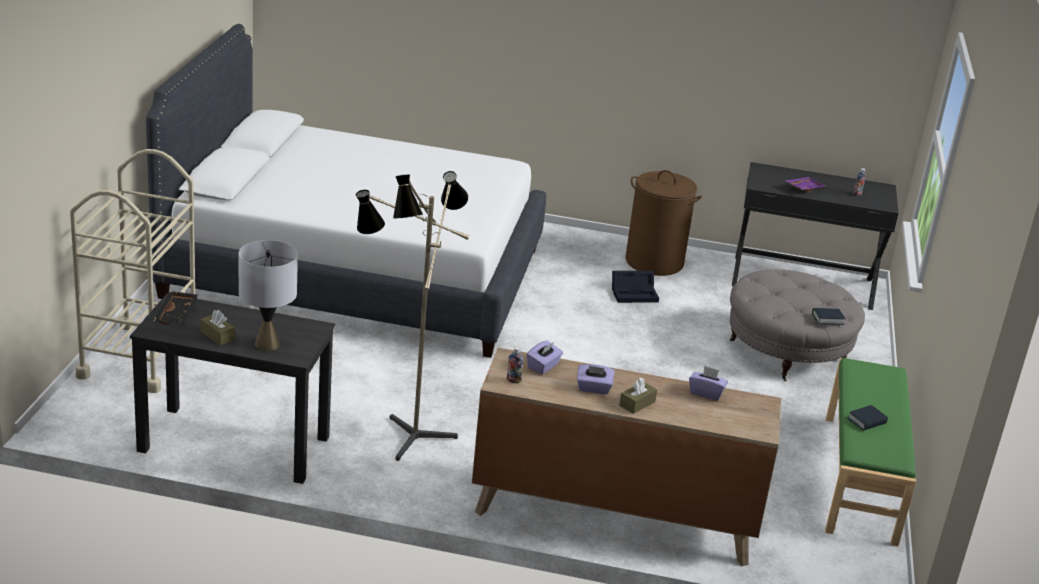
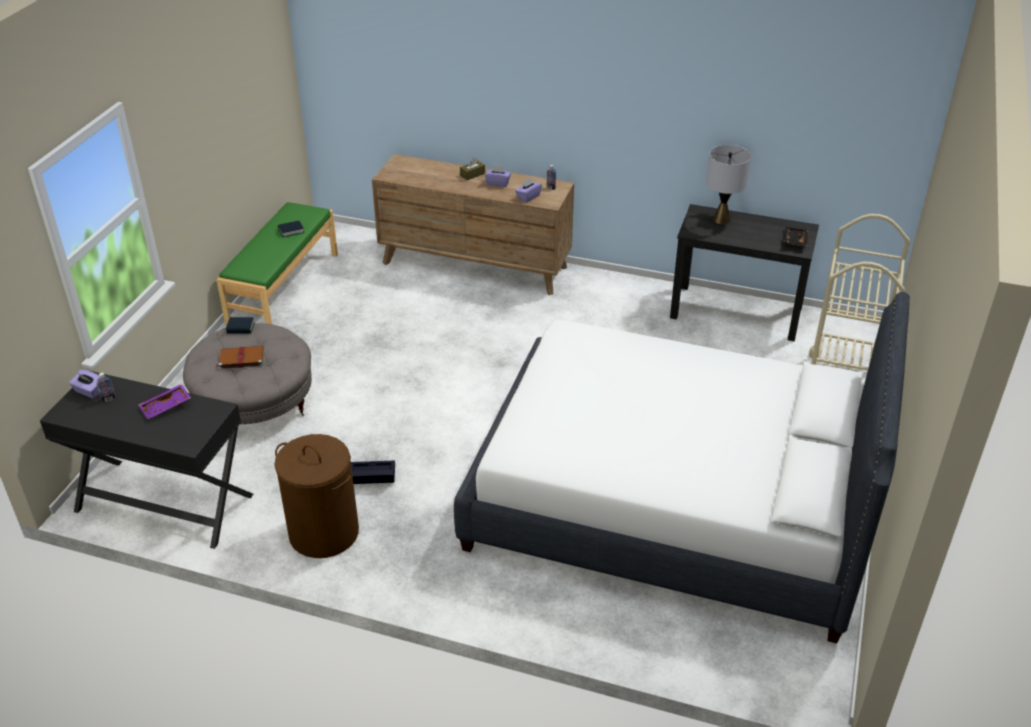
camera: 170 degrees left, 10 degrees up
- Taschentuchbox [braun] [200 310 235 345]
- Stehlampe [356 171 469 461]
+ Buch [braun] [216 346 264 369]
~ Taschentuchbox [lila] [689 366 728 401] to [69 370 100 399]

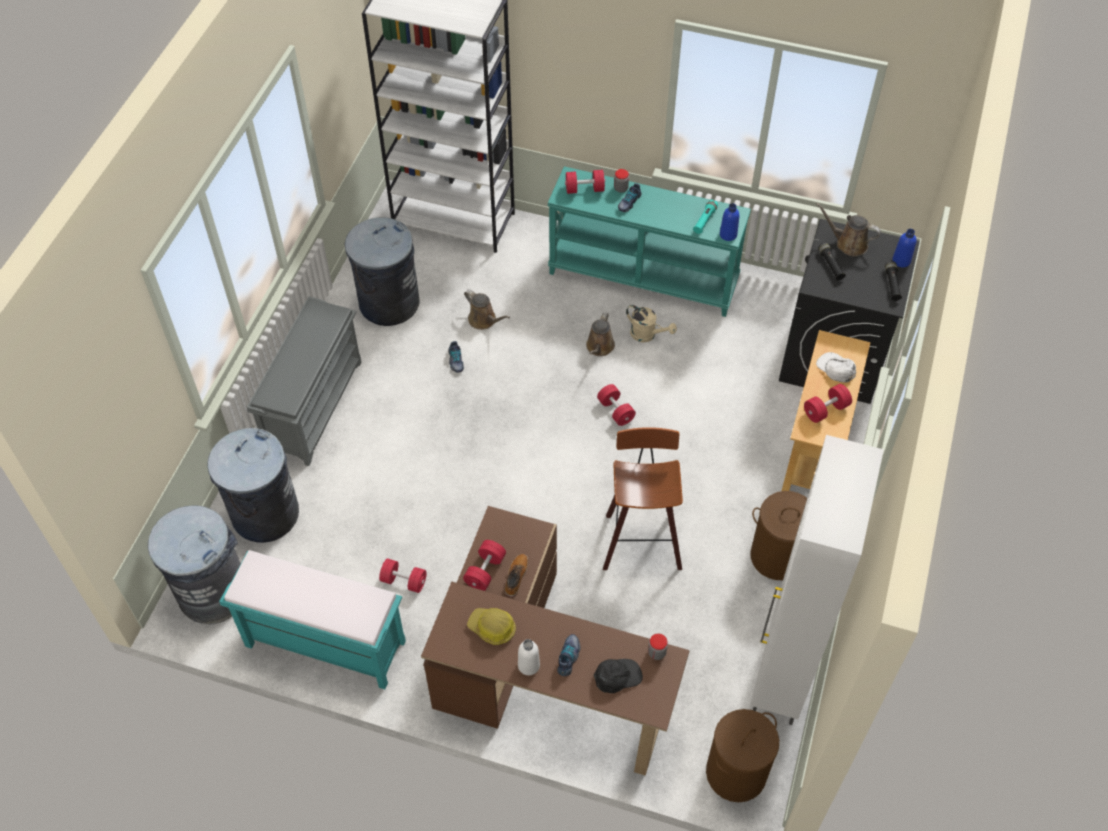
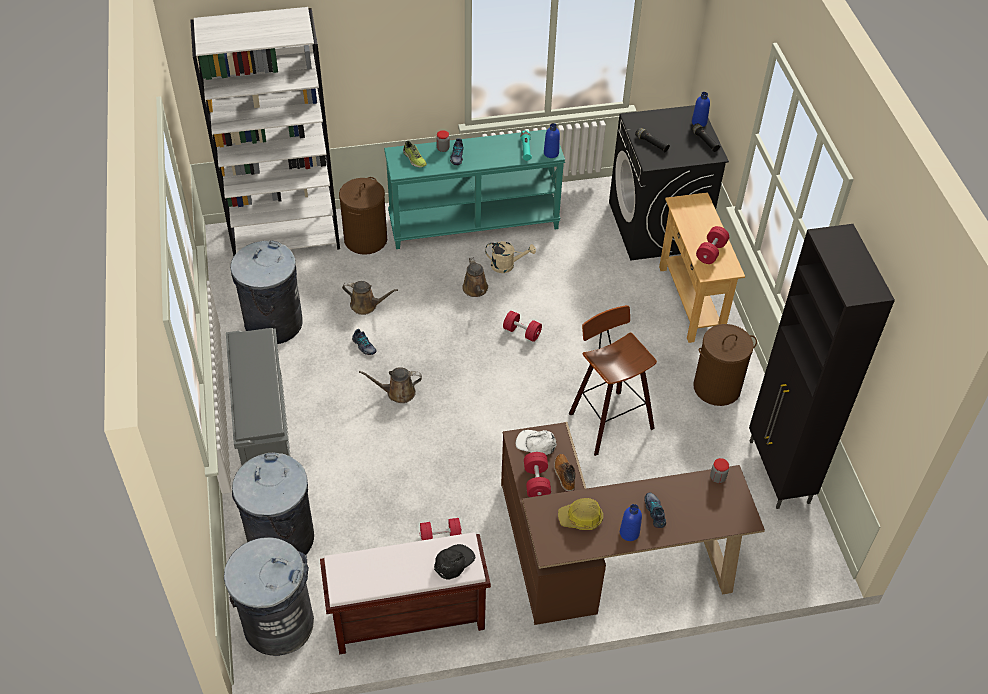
camera: 30 degrees left, 5 degrees down
~ Kappe [schwarz] [594 659 643 693] to [434 544 475 579]
~ Wäschekorb [braun] [706 709 779 802] to [339 177 387 255]
~ Gießkanne [braun] [816 203 881 256] to [359 367 422 403]
~ Kappe [weiß] [816 352 856 383] to [515 430 557 455]
~ Hantel [rot] [565 170 605 194] to Schuh [403 141 427 167]
~ Bank [türkis] [219 550 406 689] to Bank [braun] [320 532 491 655]
~ Flasche [weiß] [518 639 540 676] to Flasche [blau] [620 504 642 541]
~ Schrank [weiß] [750 435 884 725] to Schrank [schwarz] [749 224 895 509]

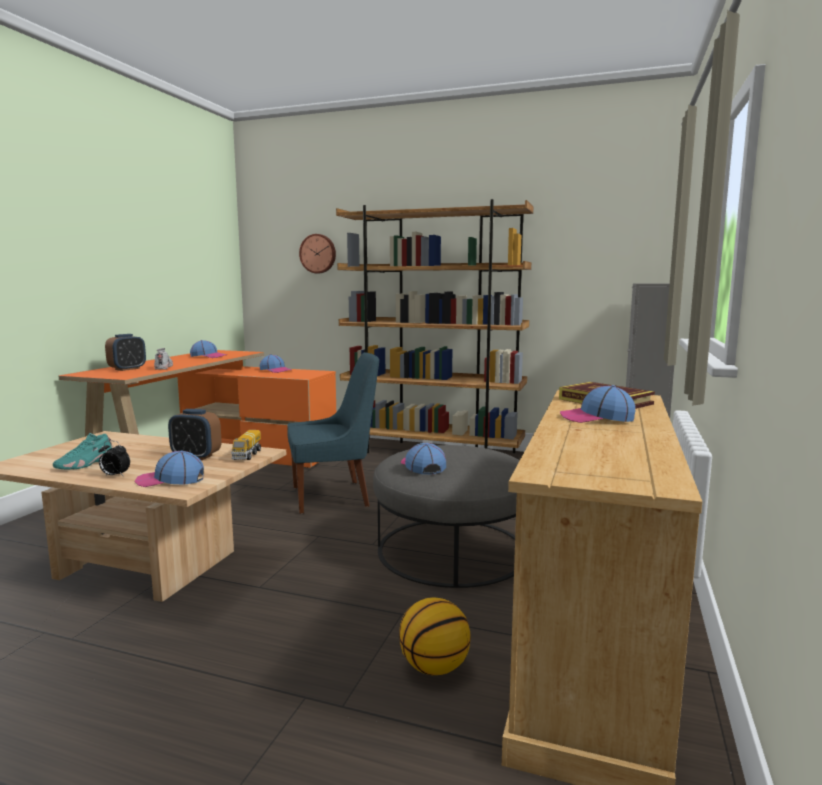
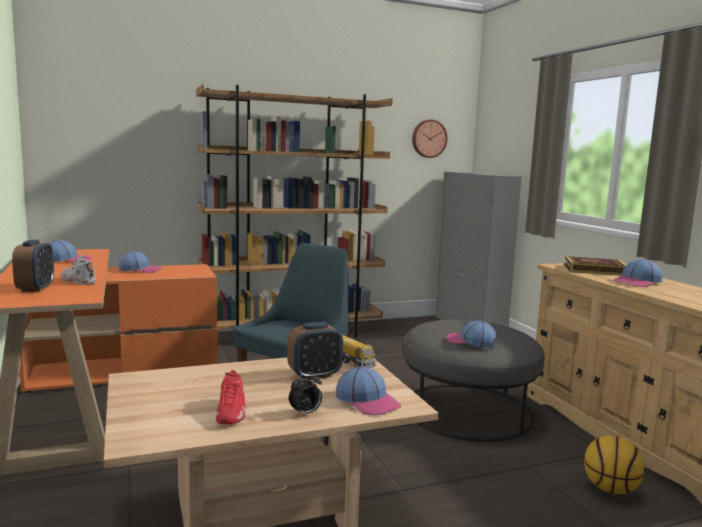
camera: 40 degrees left, 0 degrees up
~ Wanduhr [299 234 336 273] to [412 120 448 158]
~ Schuh [türkis] [53 433 112 469] to Schuh [rot] [216 370 246 424]
~ Kappe [134 451 204 487] = [336 366 401 415] 90 degrees counterclockwise

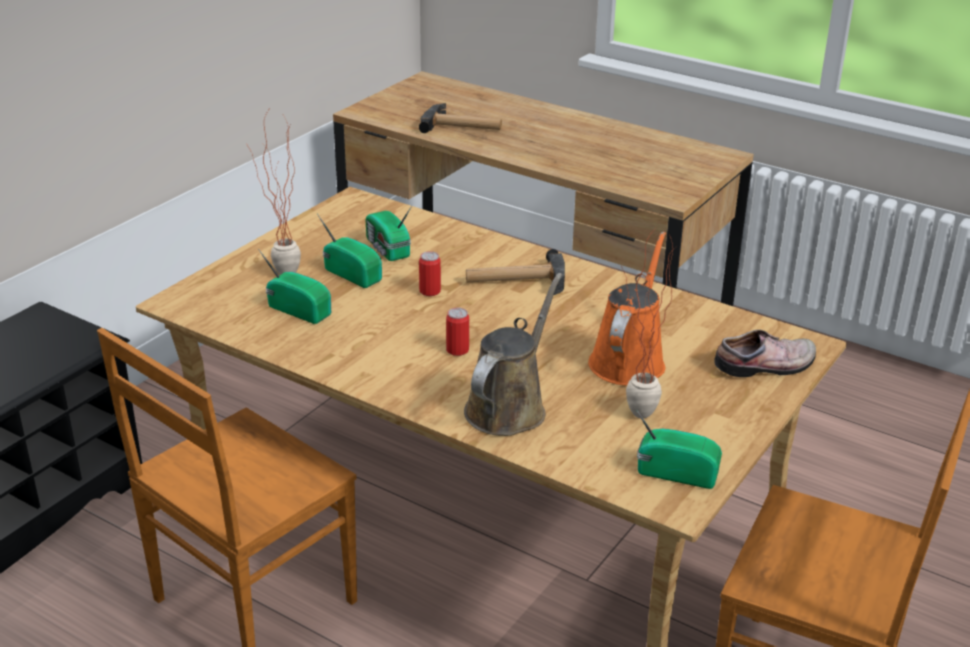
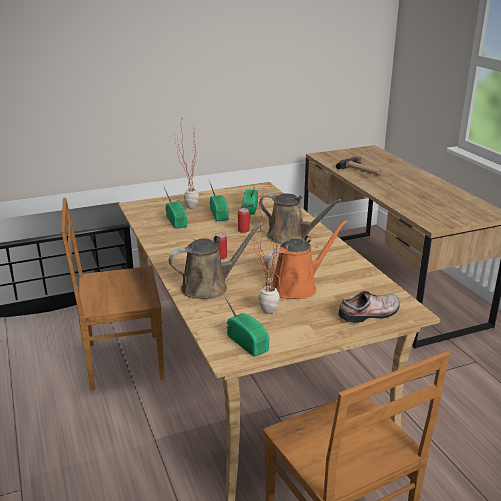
camera: 35 degrees right, 5 degrees down
~ Hammer [466 249 565 295] to Gießkanne [braun] [259 193 343 244]
~ Schuh [714 329 816 377] = [338 291 400 323] 45 degrees counterclockwise

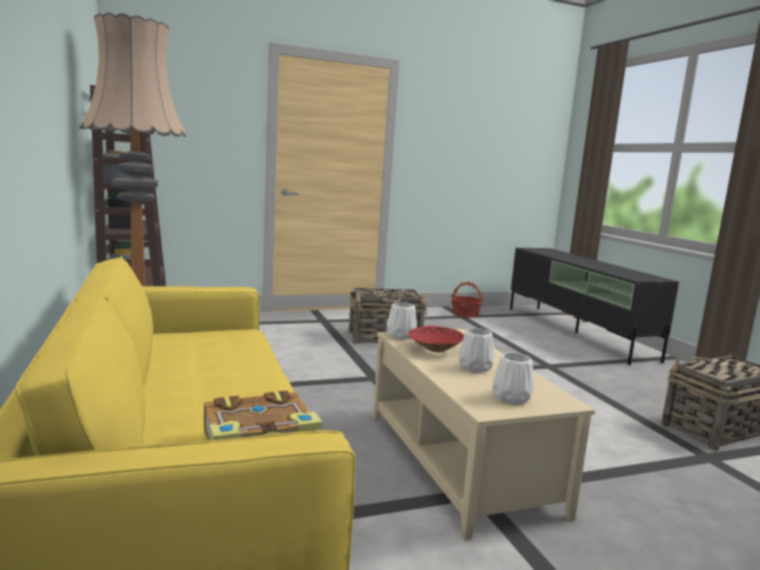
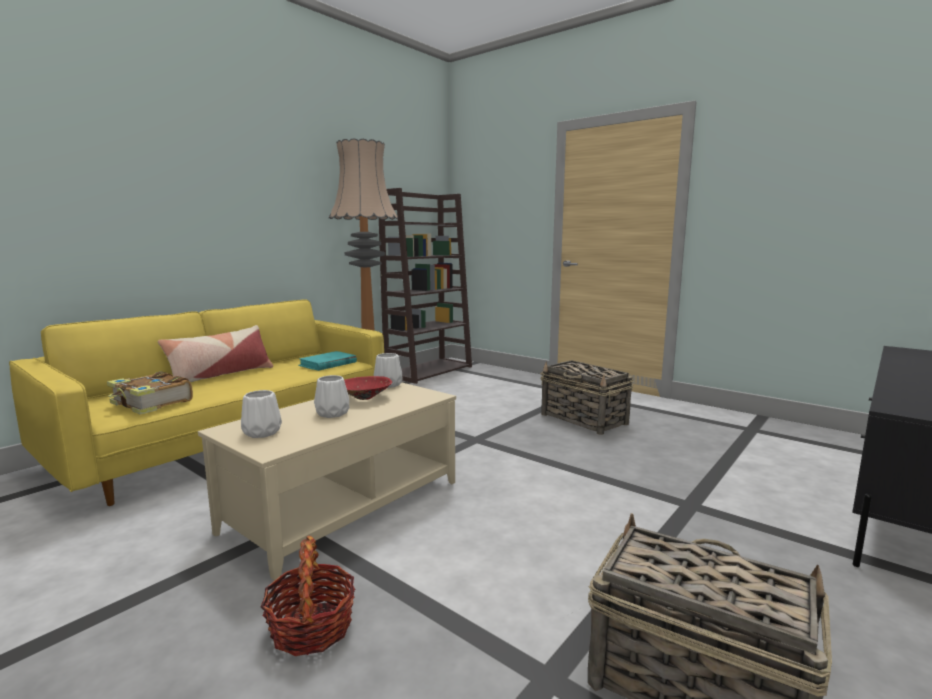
camera: 60 degrees right, 0 degrees up
+ Kissen [158 325 273 382]
+ Buch [türkis] [298 351 357 371]
~ Korb [451 282 483 317] to [261 536 355 656]

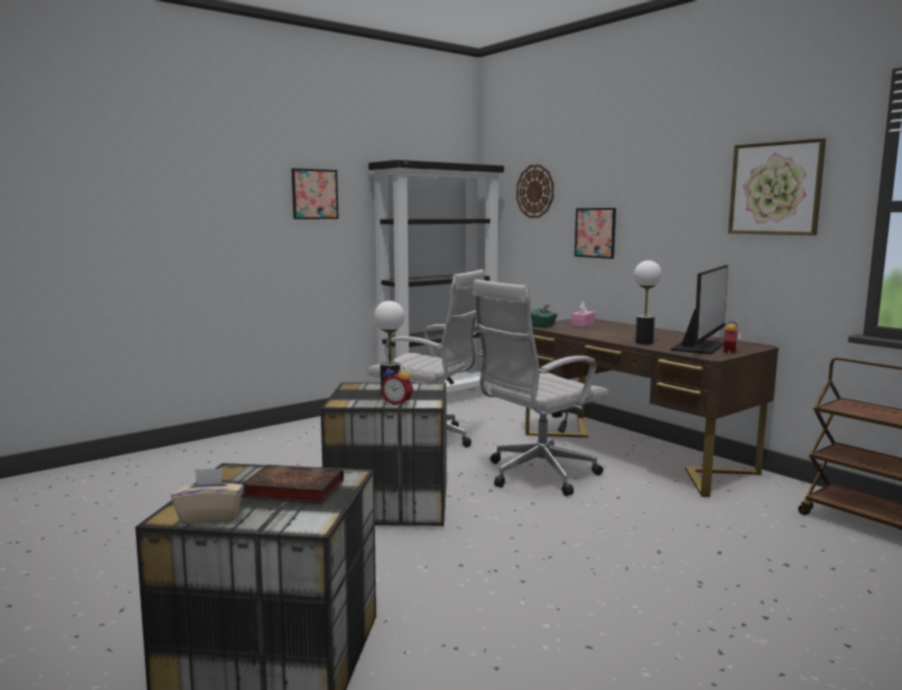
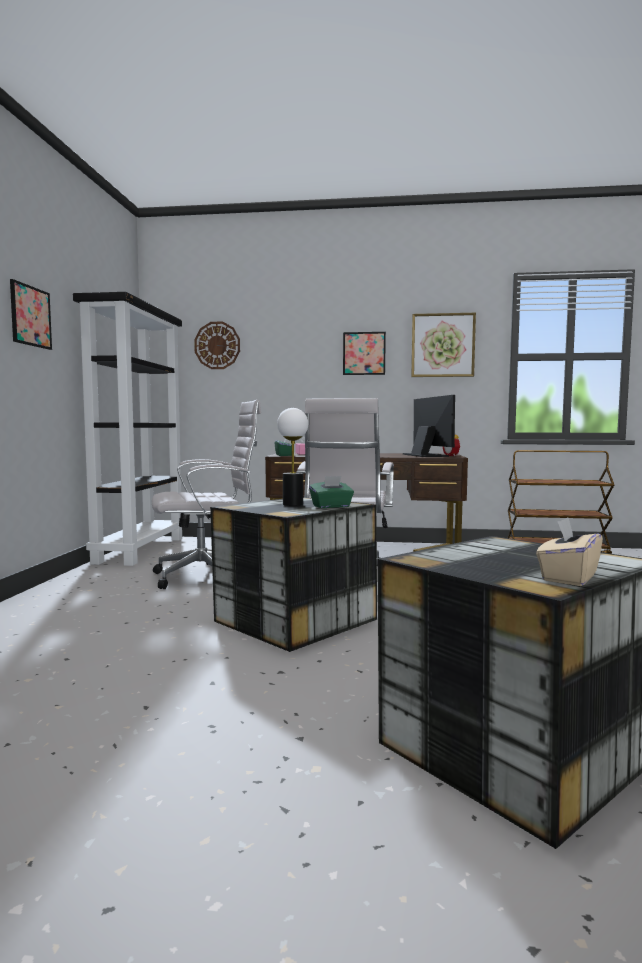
camera: 45 degrees left, 5 degrees down
- Buch [241 464 344 503]
- Tischlampe [634 260 662 345]
~ Bild [574 208 616 259] to [343 332 386 375]
~ Wecker [381 364 413 405] to Taschentuchbox [grün] [309 476 354 508]

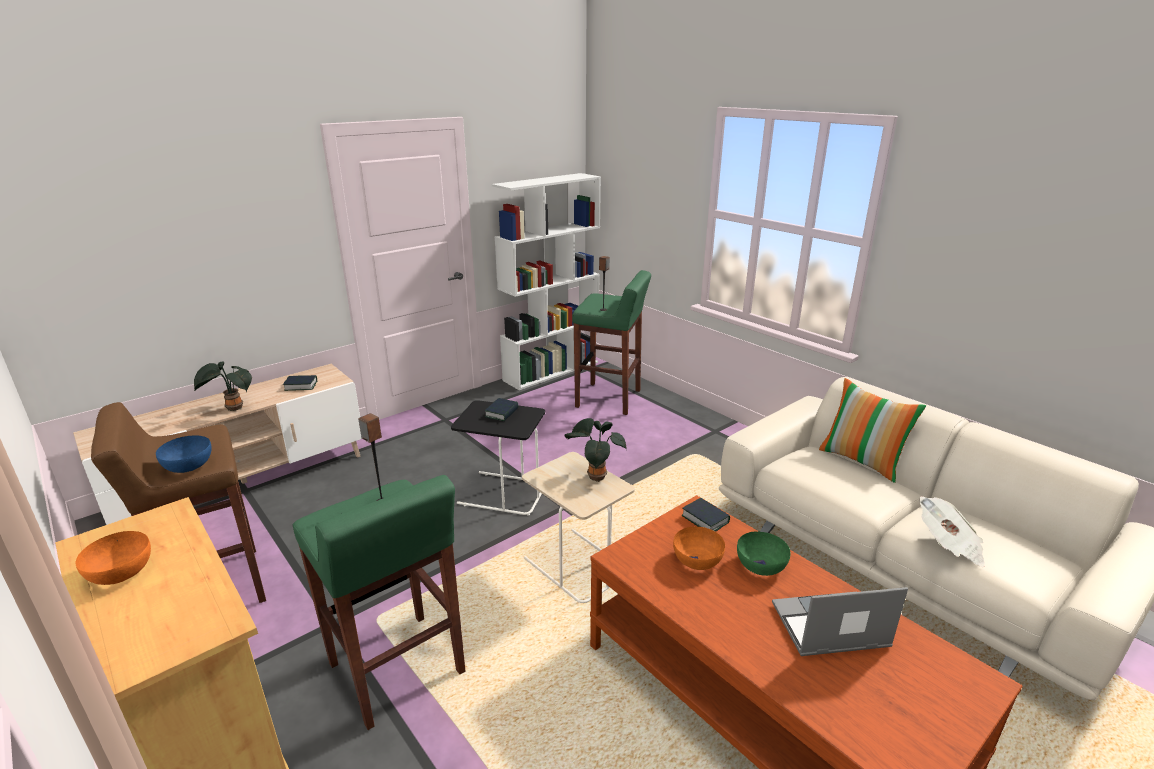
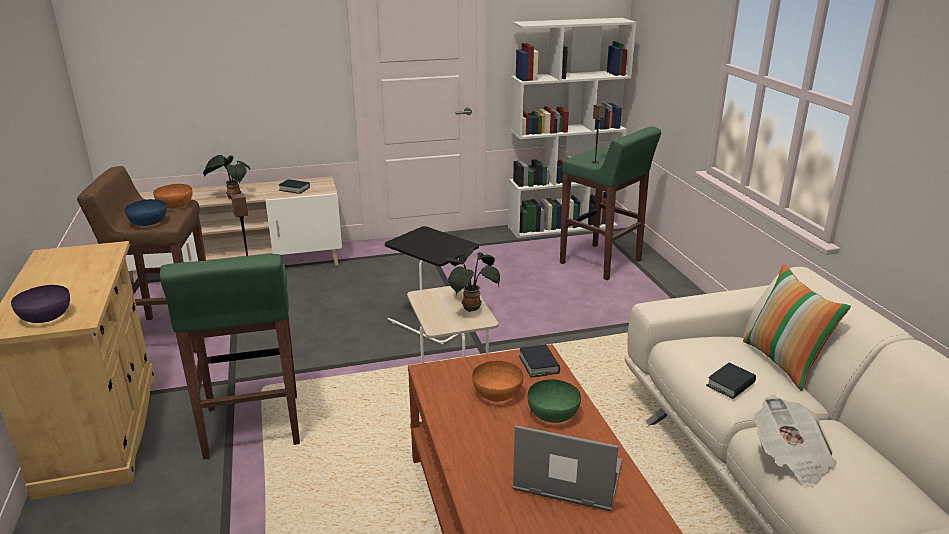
camera: 25 degrees right, 0 degrees up
+ Schüssel [lila] [11 285 70 323]
~ Schüssel [orange] [75 531 151 585] to [153 184 193 209]
~ Buch [485 398 519 421] to [706 363 756 399]

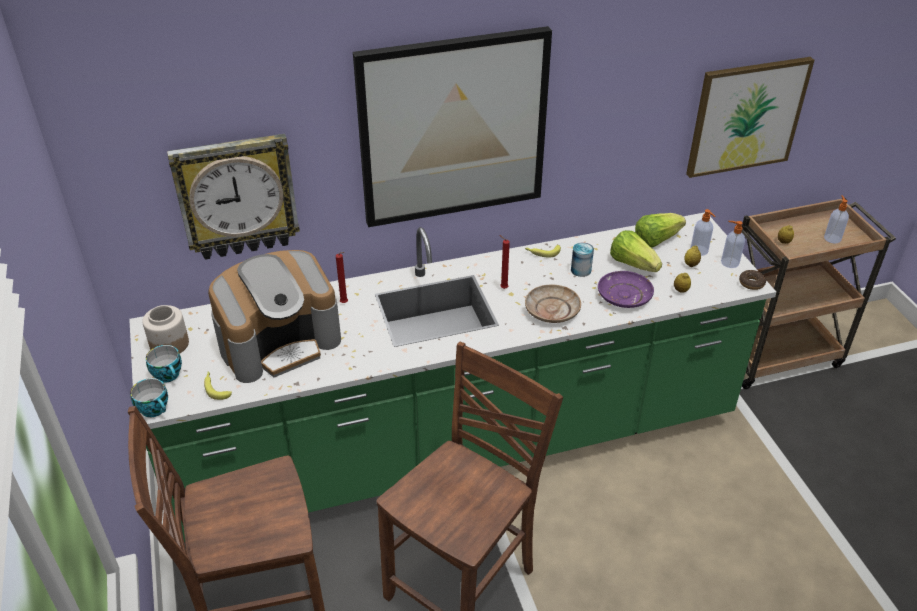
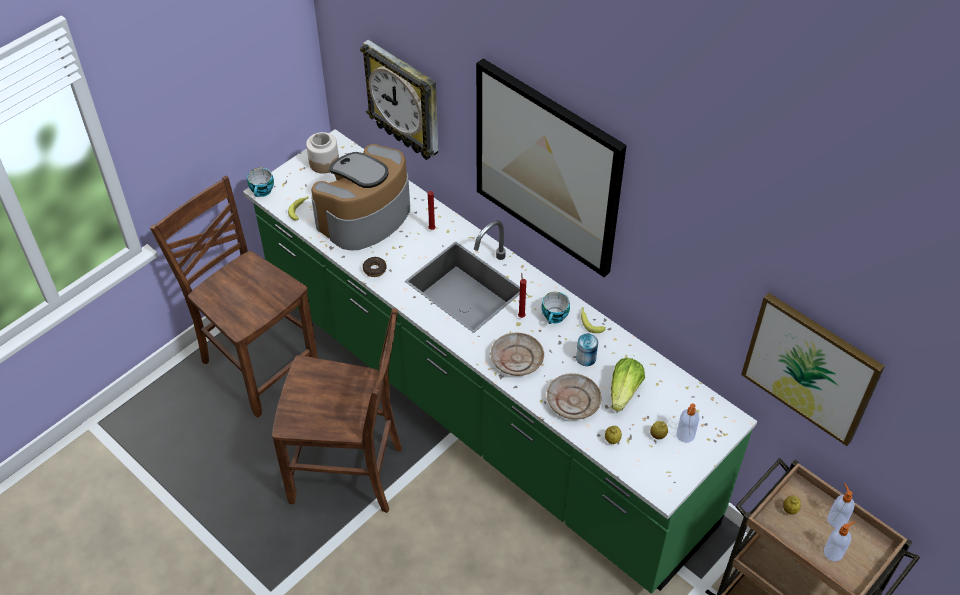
camera: 60 degrees right, 10 degrees up
- Salatkopf [635 213 686 248]
~ Tasse [146 345 182 383] to [542 292 570 324]
~ Seifenspender [721 221 745 268] to [827 483 855 528]
~ Donut [739 270 766 290] to [363 257 387 277]
~ Teller [lila] [598 271 654 308] to Teller [beige] [547 373 602 420]
~ Kaffeemaschine [208 250 341 383] = [311 144 410 250] 105 degrees clockwise

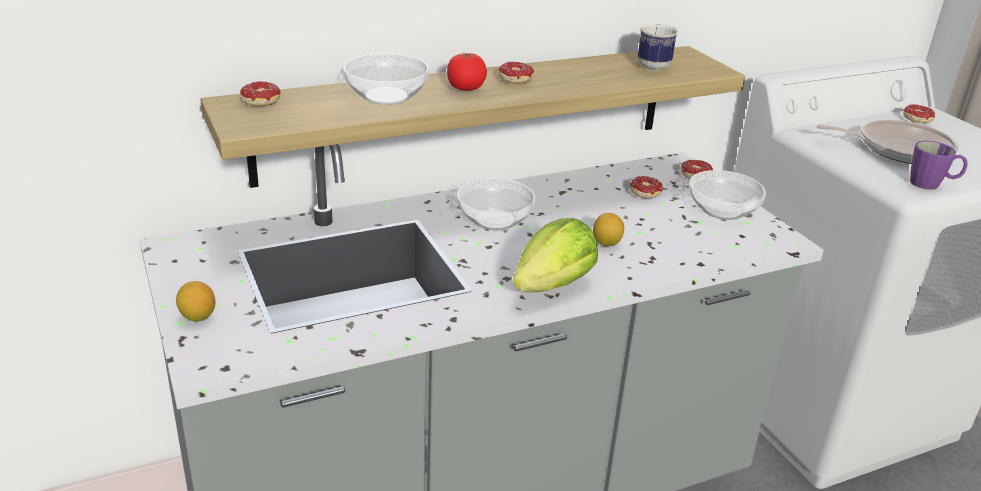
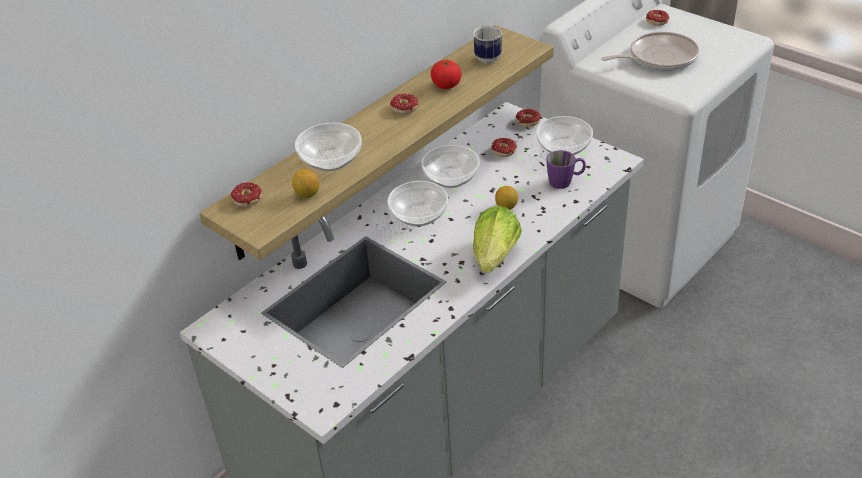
camera: 20 degrees left, 10 degrees up
+ Schüssel [422 145 480 188]
~ Zitrone [176 281 215 322] to [292 169 319 198]
~ Tomate [447 53 487 91] to [431 60 462 89]
~ Henkelbecher [lila] [910 141 968 190] to [546 150 586 189]

